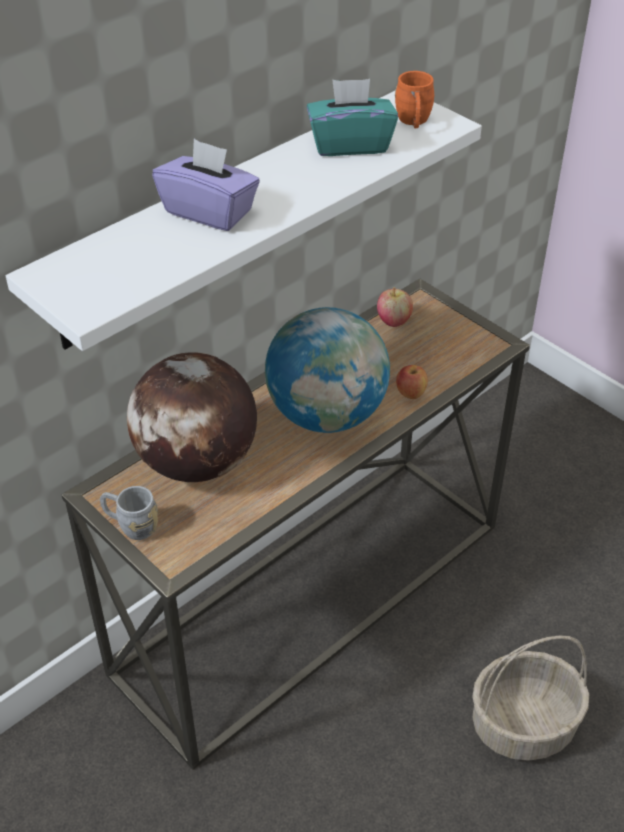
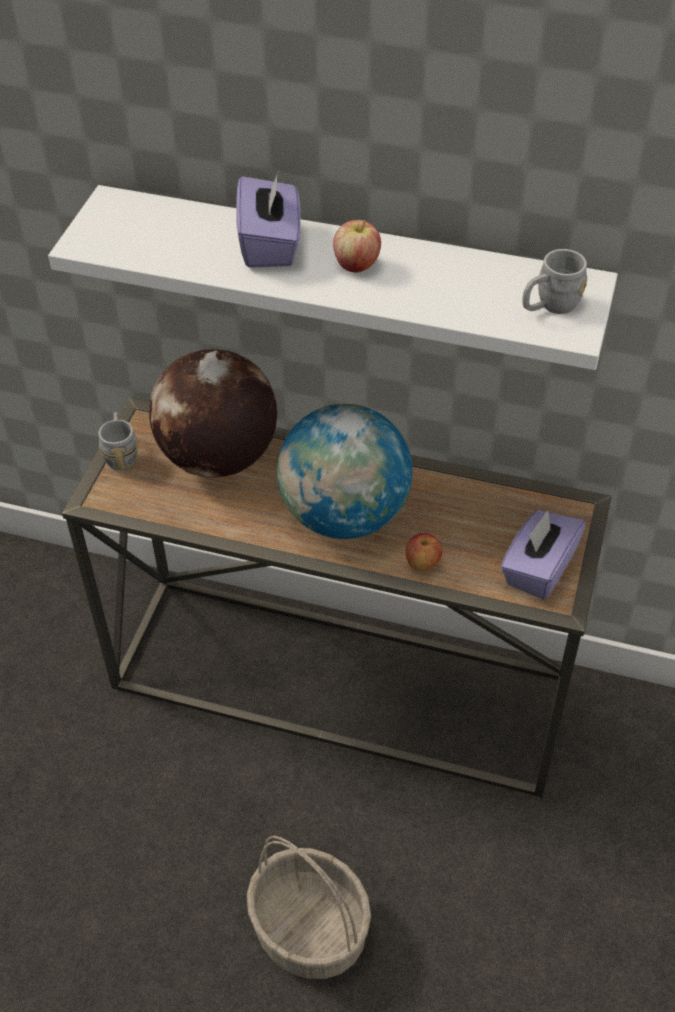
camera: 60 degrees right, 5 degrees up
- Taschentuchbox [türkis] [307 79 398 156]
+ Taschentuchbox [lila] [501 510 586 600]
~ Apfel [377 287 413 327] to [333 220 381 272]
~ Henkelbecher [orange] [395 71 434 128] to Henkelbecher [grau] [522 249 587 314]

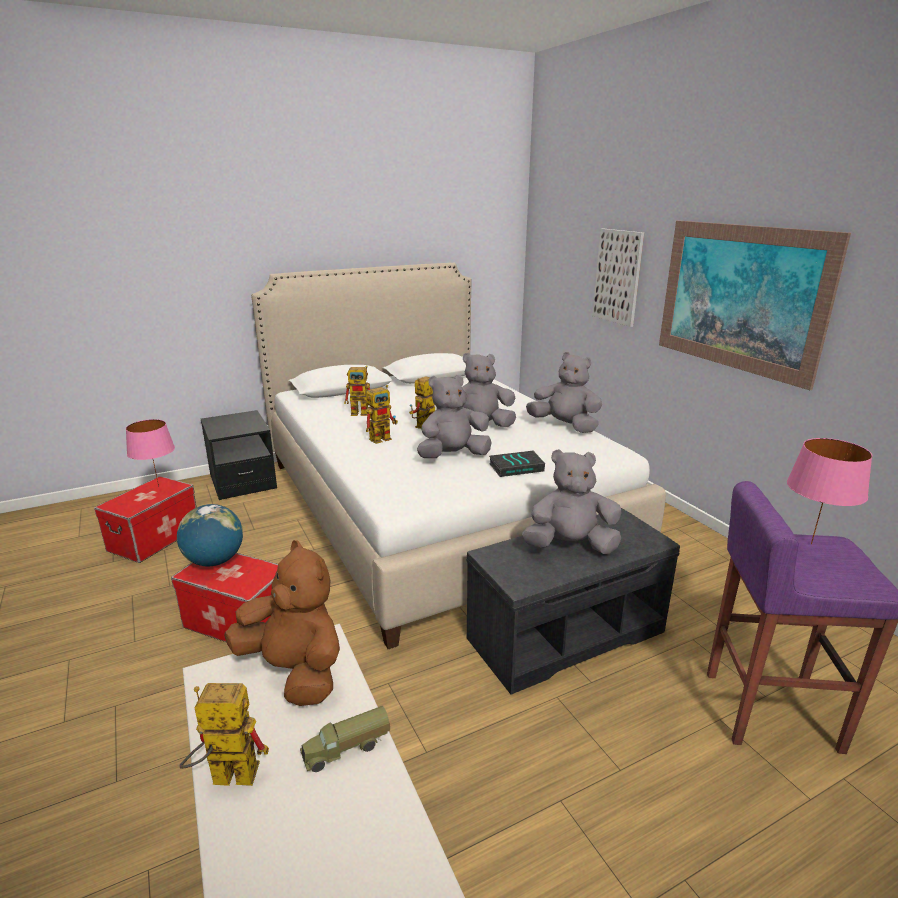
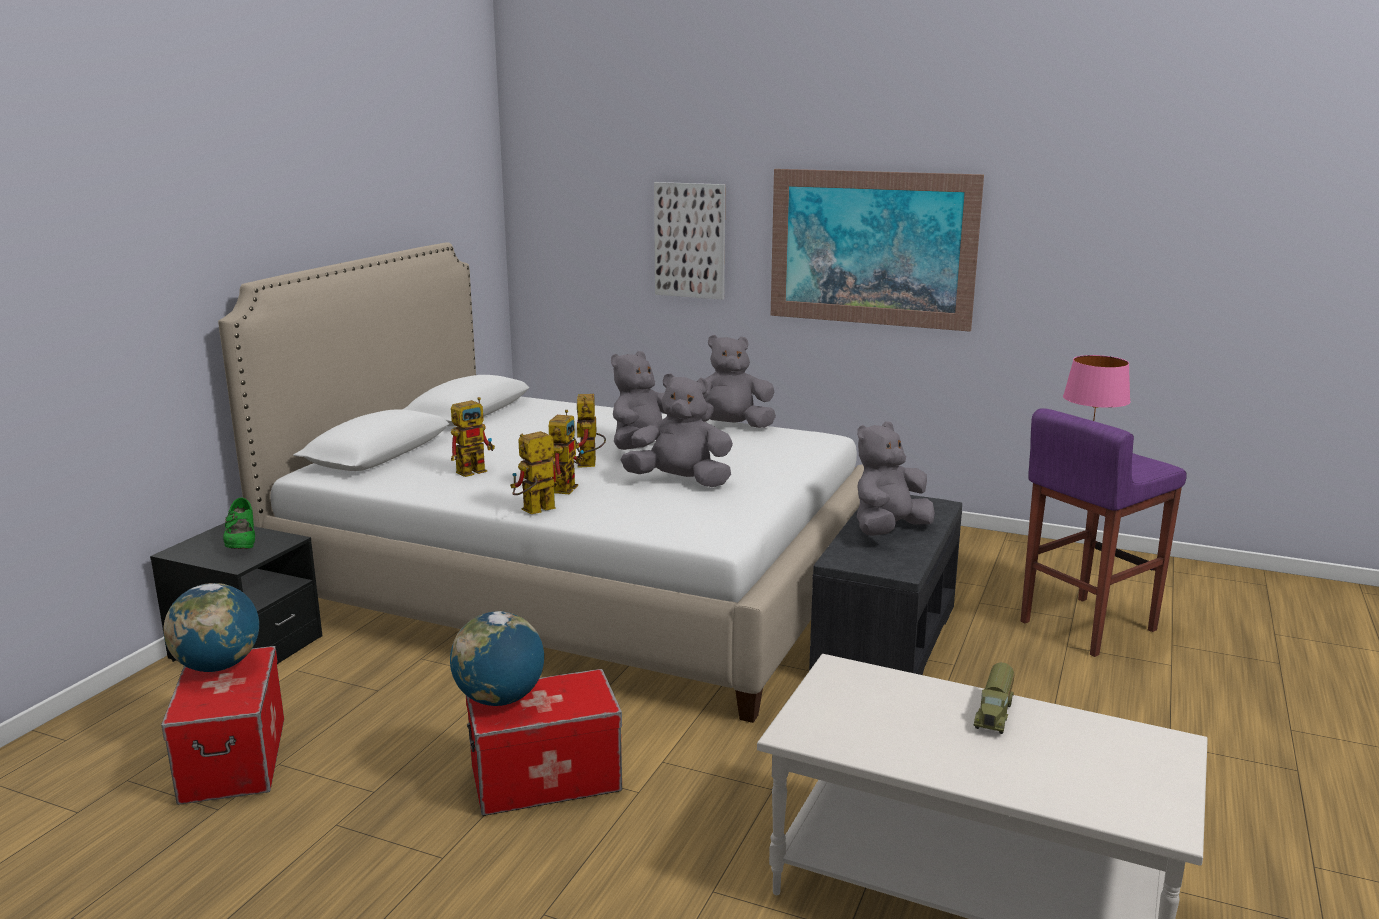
camera: 40 degrees left, 5 degrees down
- Plüschtier [braun] [224 540 340 706]
- Buch [489 451 545 477]
+ Schuh [grün] [223 498 255 549]
~ Spielzeugroboter [179 683 269 786] to [510 431 558 514]
~ Tischlampe [rosa] [126 419 175 487] to Globus [163 583 259 672]
~ Plüschtier [grau] [417 375 492 458] = [620 373 733 487] 75 degrees clockwise

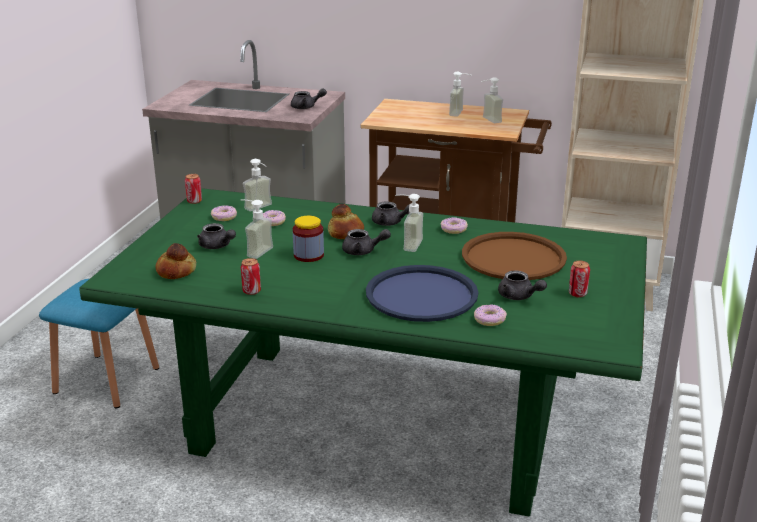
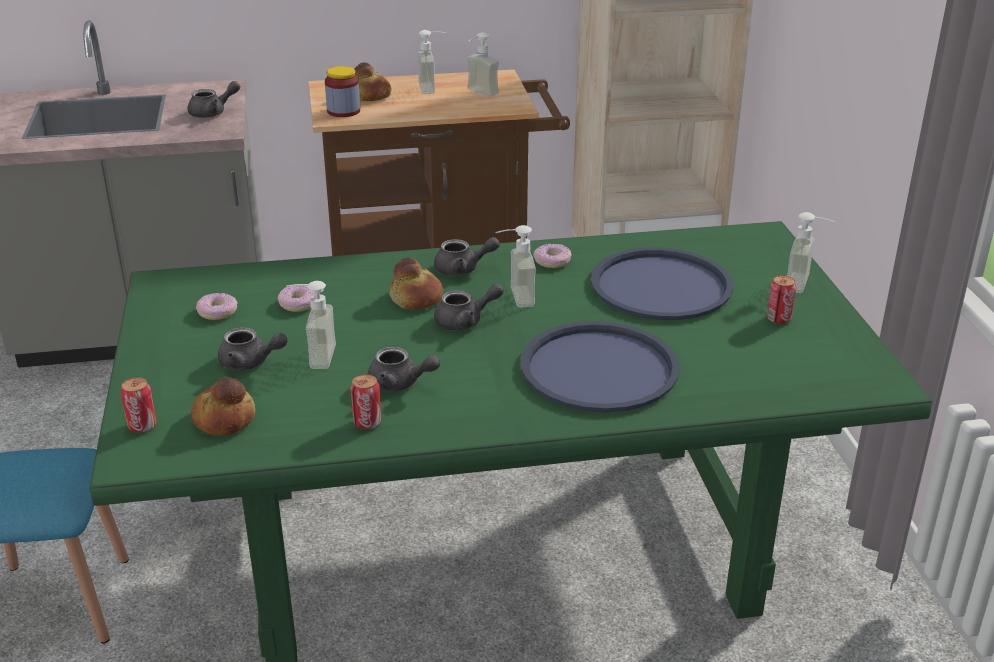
camera: 25 degrees left, 5 degrees up
- Donut [474 304 507 326]
+ Brot [354 62 391 101]
~ Dose [185 174 202 204] to [121 377 156 433]
~ Seifenspender [243 159 272 211] to [787 212 835 293]
~ Vorratsglas [293 216 324 262] to [325 66 360 117]
~ Teekanne [grau] [498 270 547 300] to [368 347 440 391]
~ Tablett [braun] [462 232 567 280] to Tablett [blau] [591 247 733 320]

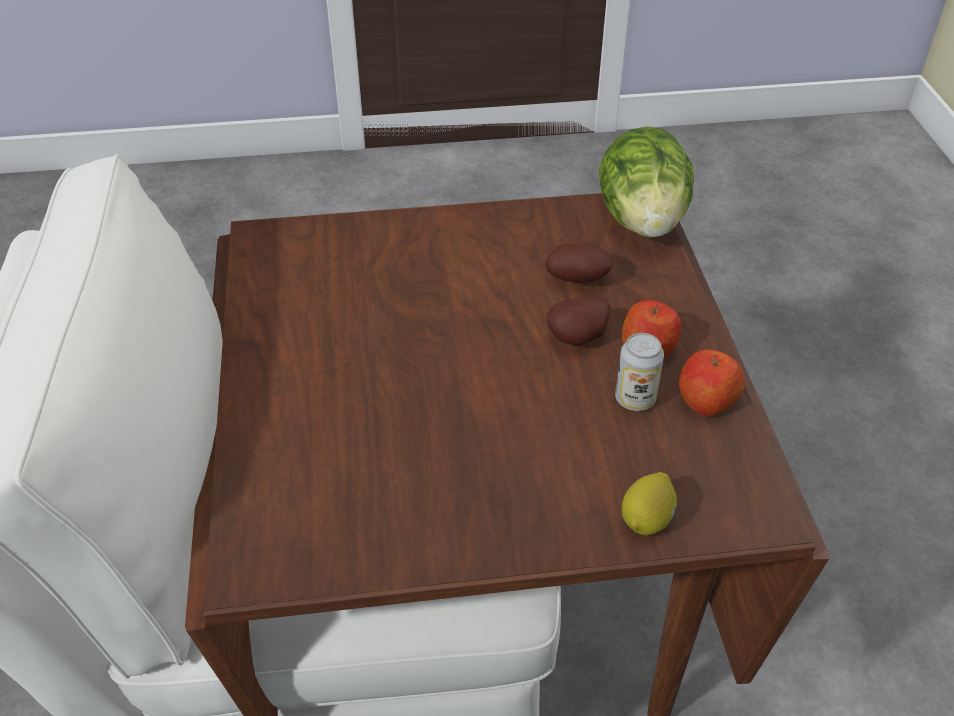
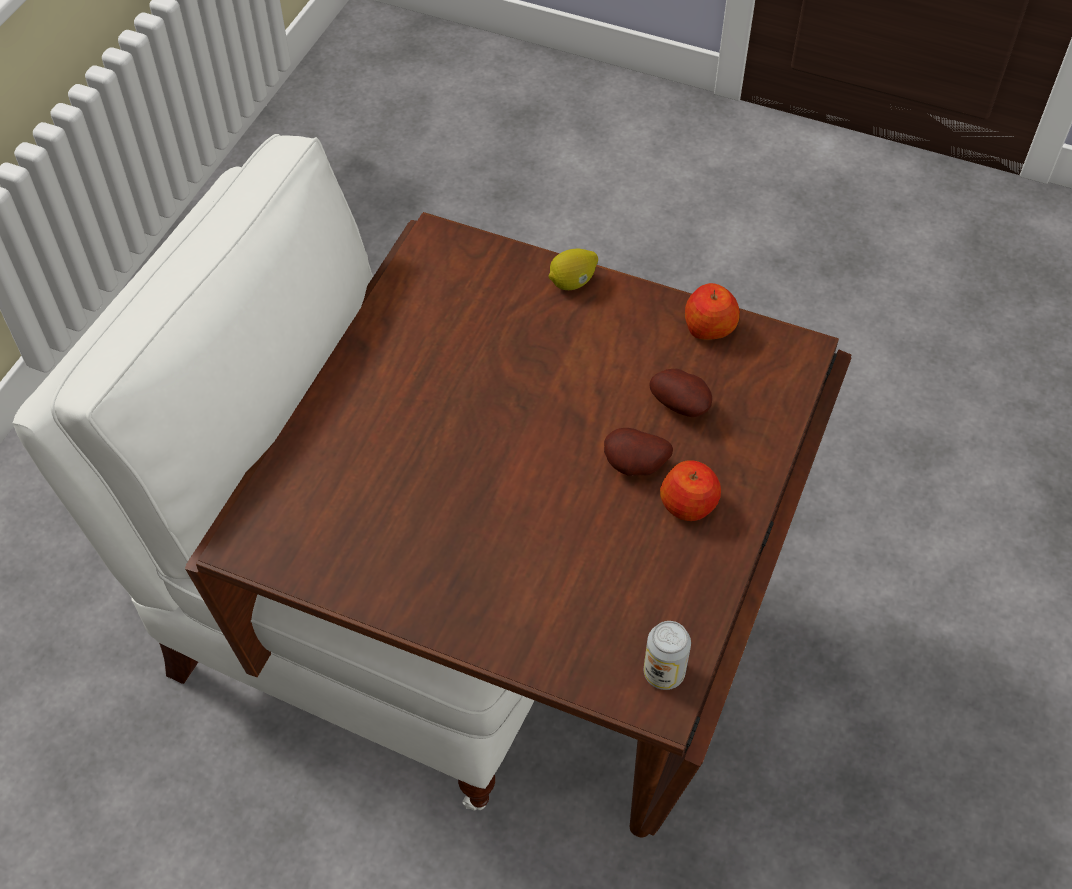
camera: 30 degrees right, 10 degrees up
- Salatkopf [599 126 694 238]
~ Dose [615 333 664 411] to [644 621 691 690]
~ Zitrone [621 472 677 535] to [549 248 598 290]
~ Apfel [679 350 745 416] to [685 283 740 340]

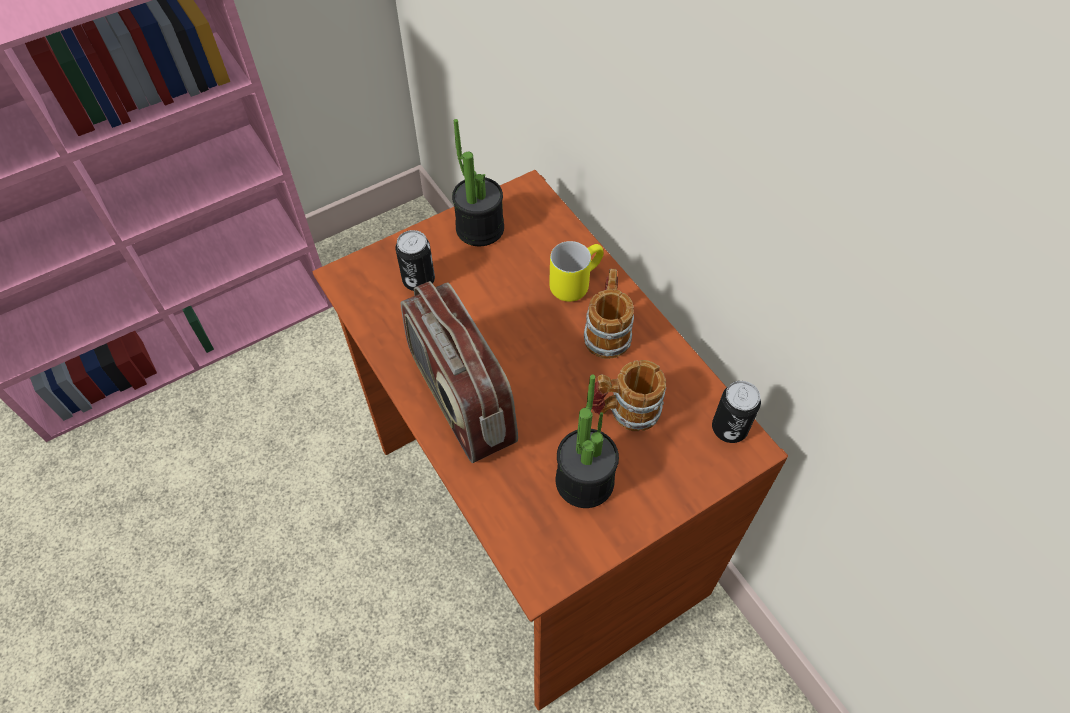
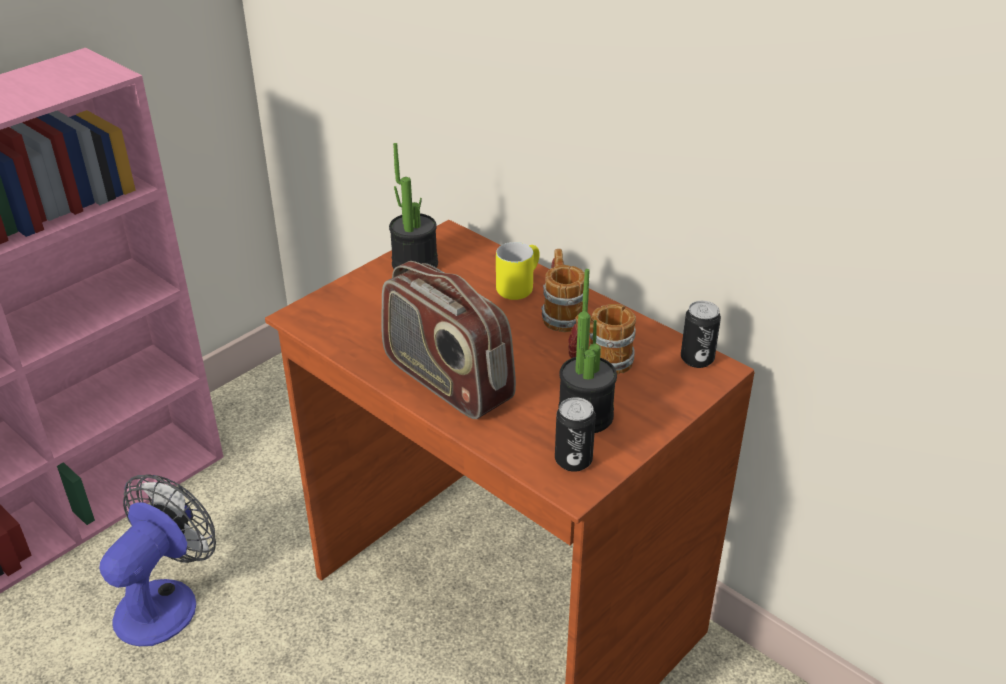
camera: 15 degrees left, 20 degrees down
+ Ventilator [99 474 216 646]
~ Dose [395 230 435 291] to [555 397 596 472]

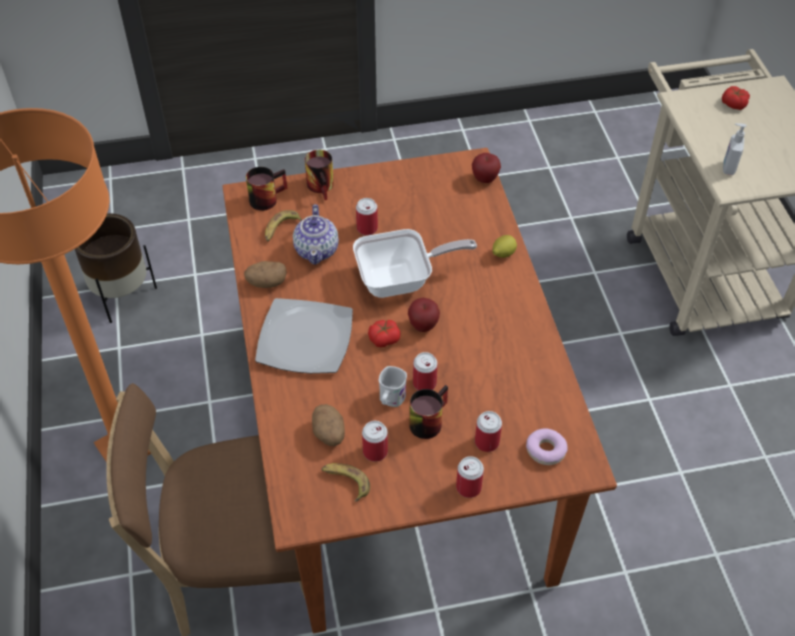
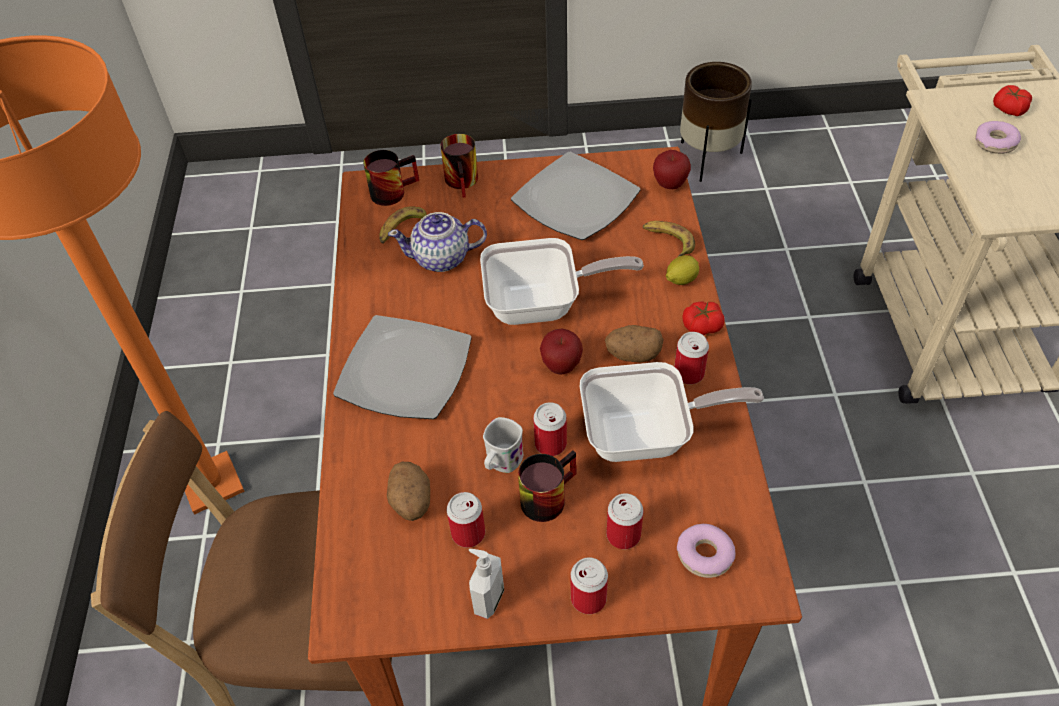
camera: 10 degrees right, 0 degrees up
+ Teller [511 152 640 240]
+ Pfanne [580 362 764 462]
+ Donut [975 121 1021 154]
~ Pflanzkübel [braun] [75 213 157 323] to [680 62 752 182]
~ Kartoffel [244 261 287 288] to [605 325 664 362]
~ Banane [322 463 370 502] to [643 221 695 257]
~ Dose [356 198 378 235] to [674 332 709 384]
~ Tomate [368 320 401 347] to [682 301 725 335]
~ Seifenspender [723 123 747 175] to [469 549 504 619]
~ Teekanne [293 204 339 265] = [388 212 487 272] 75 degrees clockwise

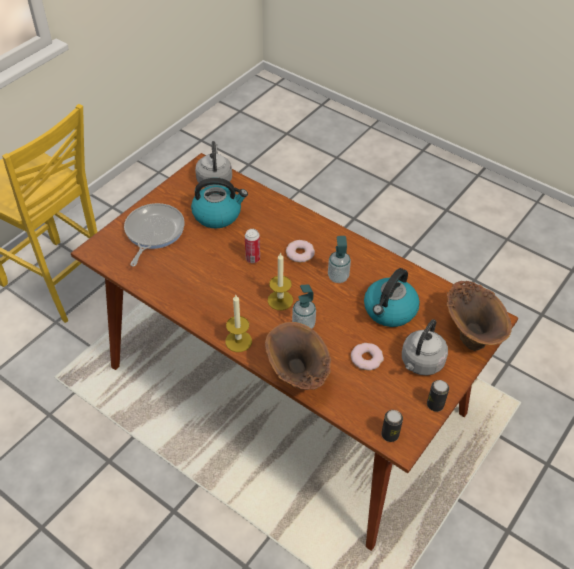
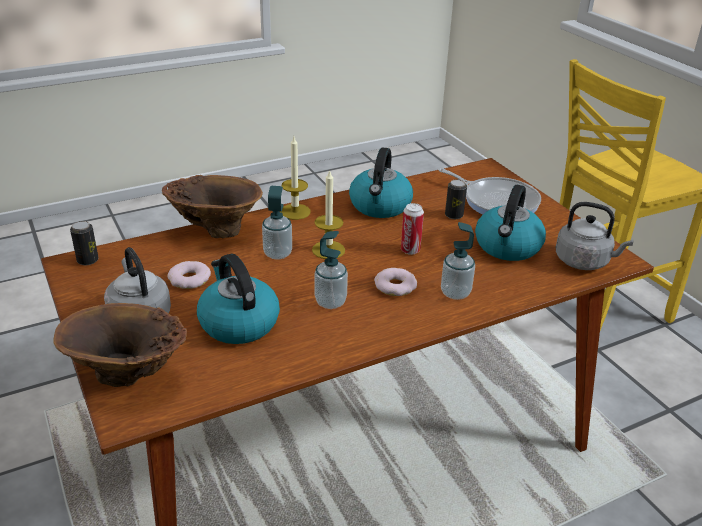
camera: 115 degrees right, 15 degrees down
+ Wasserkessel [349 147 413 218]
+ Seifenspender [441 222 475 300]
~ Dose [427 380 449 412] to [445 179 467 219]

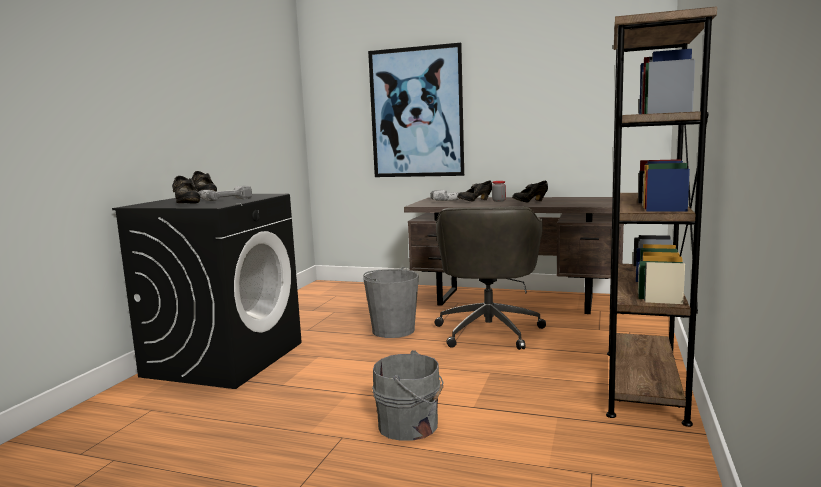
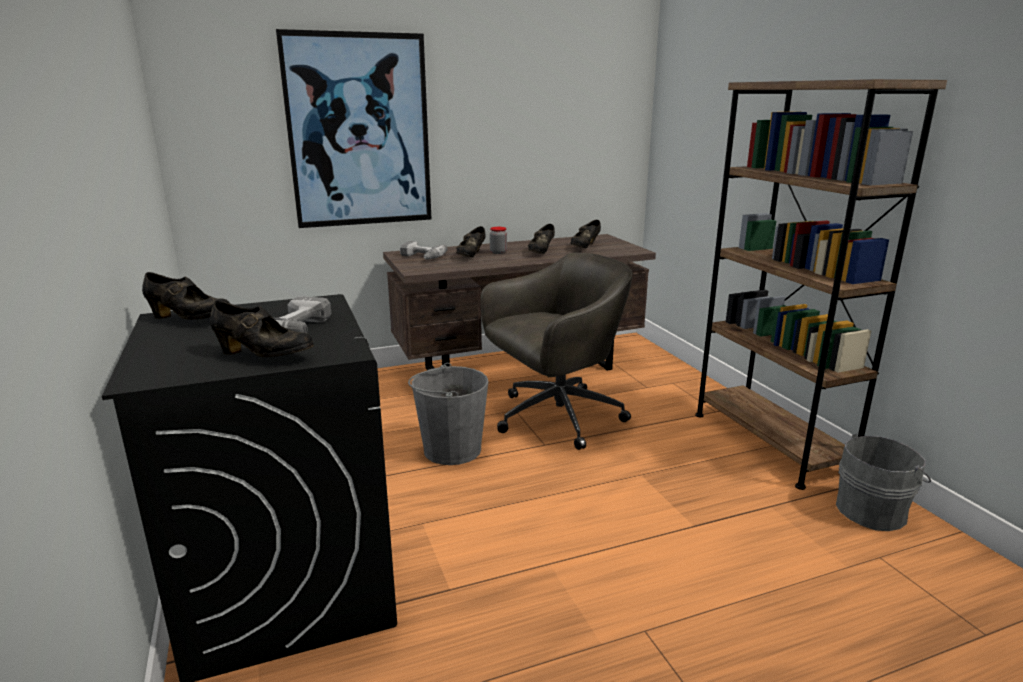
camera: 40 degrees left, 10 degrees up
+ Schuh [schwarz] [570 220 601 248]
~ Eimer [grau] [372 350 443 441] to [836 434 931 531]
~ Bürostuhl [grau] [435 206 546 350] = [480 253 633 450] 90 degrees counterclockwise

